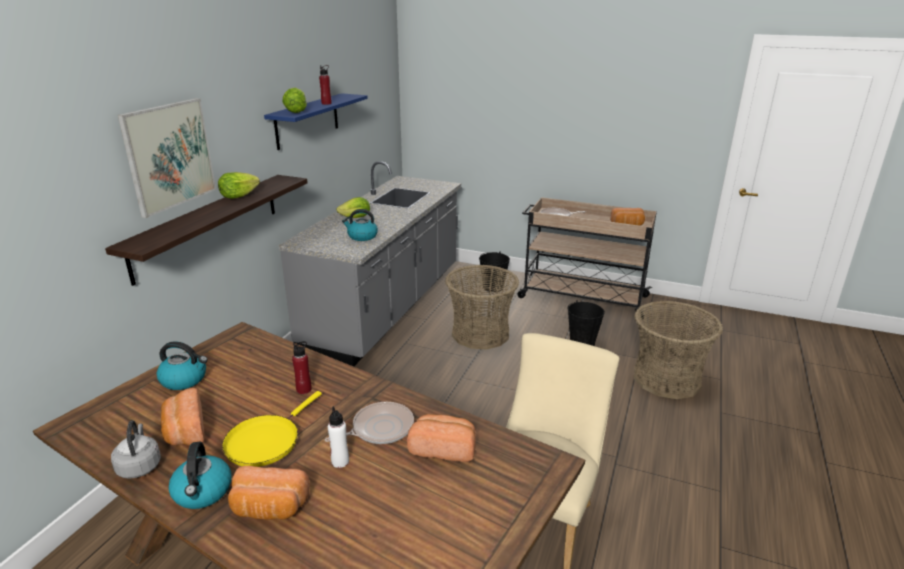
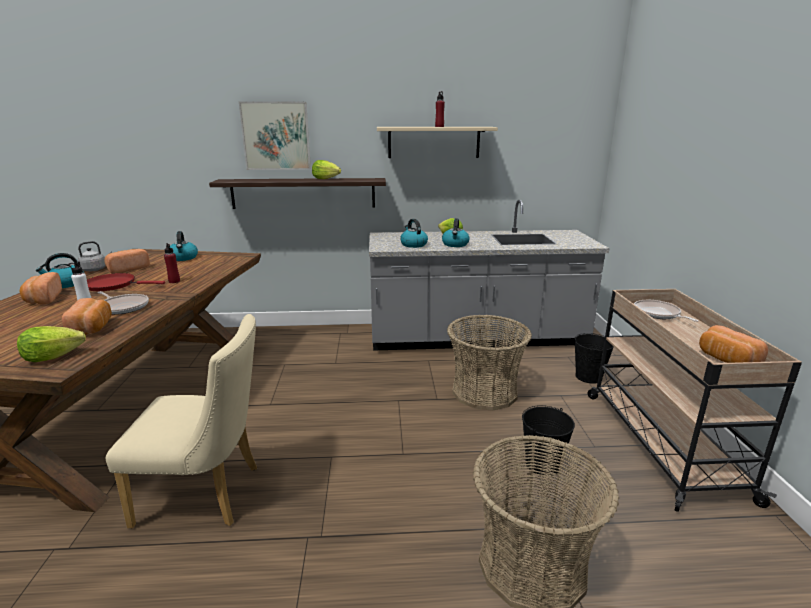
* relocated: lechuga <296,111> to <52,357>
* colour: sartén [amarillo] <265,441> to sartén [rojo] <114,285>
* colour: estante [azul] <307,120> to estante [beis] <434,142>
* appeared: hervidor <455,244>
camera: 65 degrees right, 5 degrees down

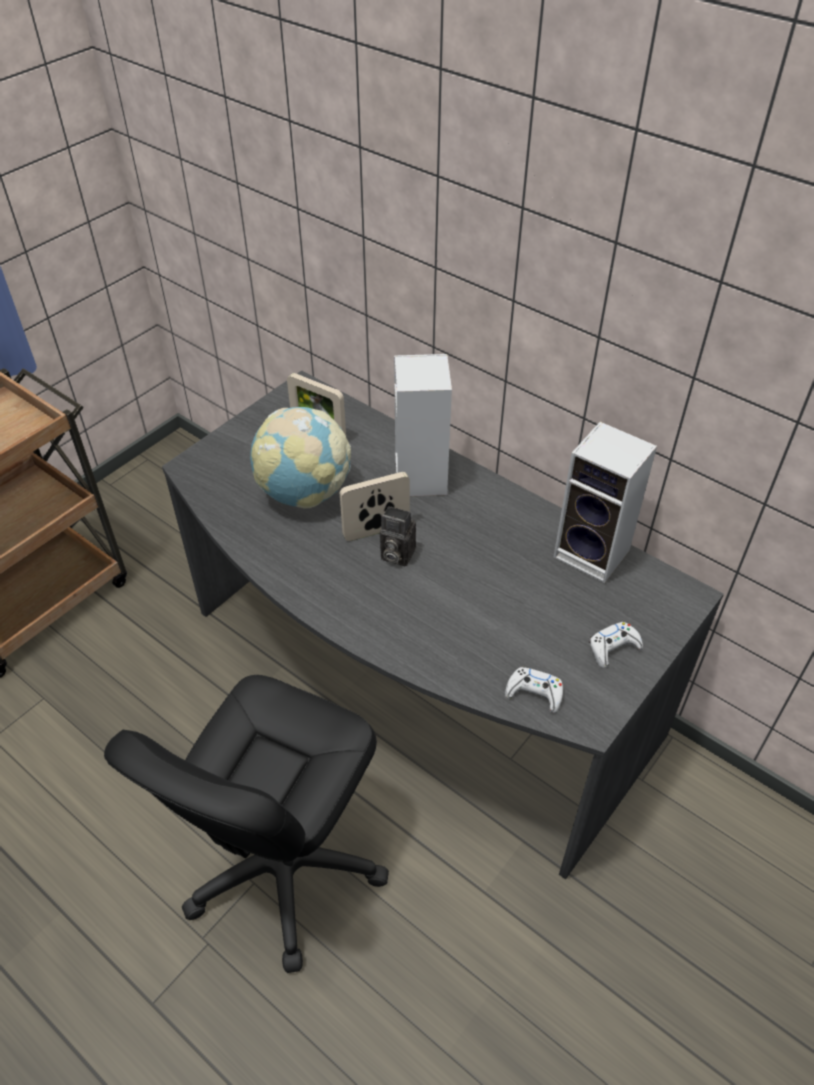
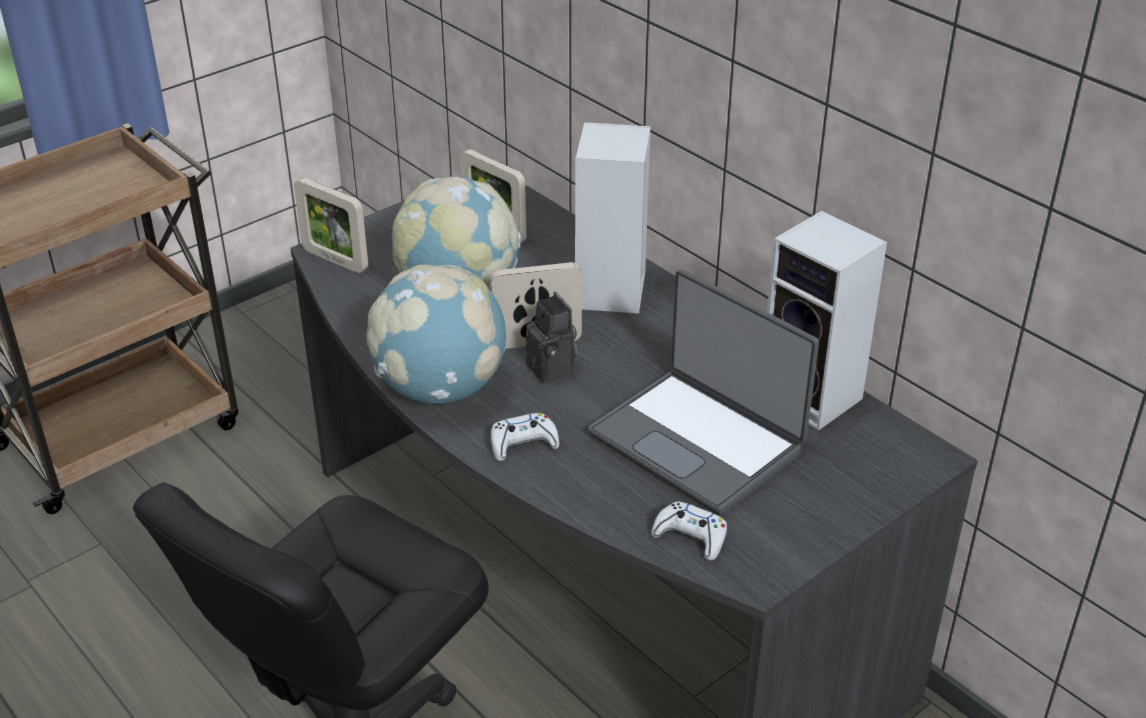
* appeared: portarretratos <335,260>
* appeared: globo terráqueo <441,389>
* relocated: mando de consola [blanco] <613,648> to <523,444>
* spun: cámara <395,554> = <554,370> 150 degrees counterclockwise
* appeared: portátil <698,441>
camera: 10 degrees right, 10 degrees down

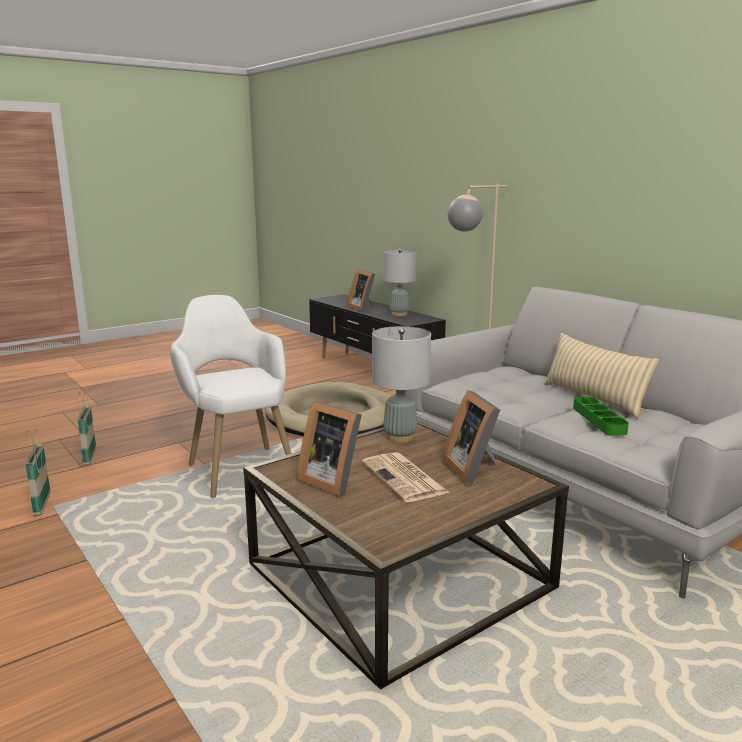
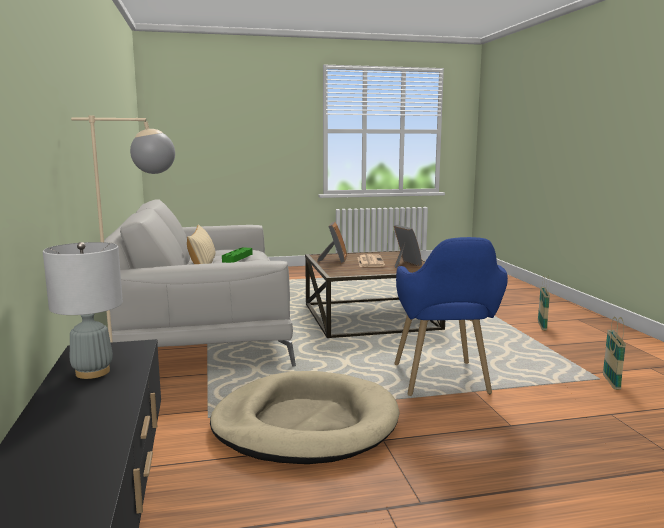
* colour: sillón [blanco] <237,466> to sillón [azul] <443,384>
* relocated: cesta <90,457> to <542,326>
* missing: portarretratos <363,308>
* missing: lámpara de mesa [gris] <400,437>
camera: 155 degrees left, 5 degrees down

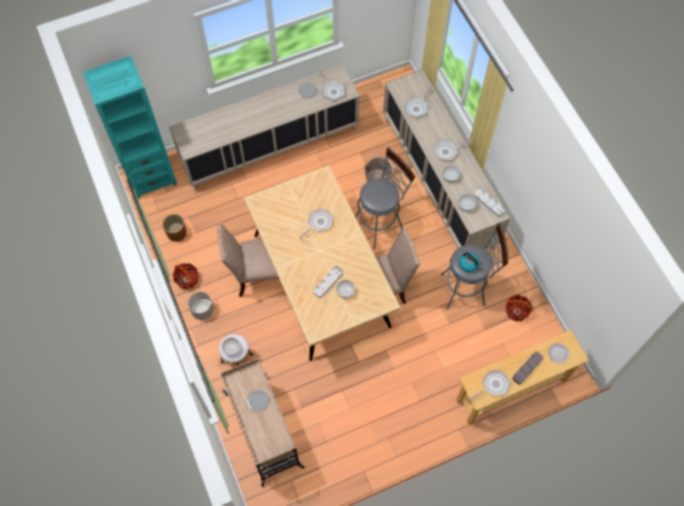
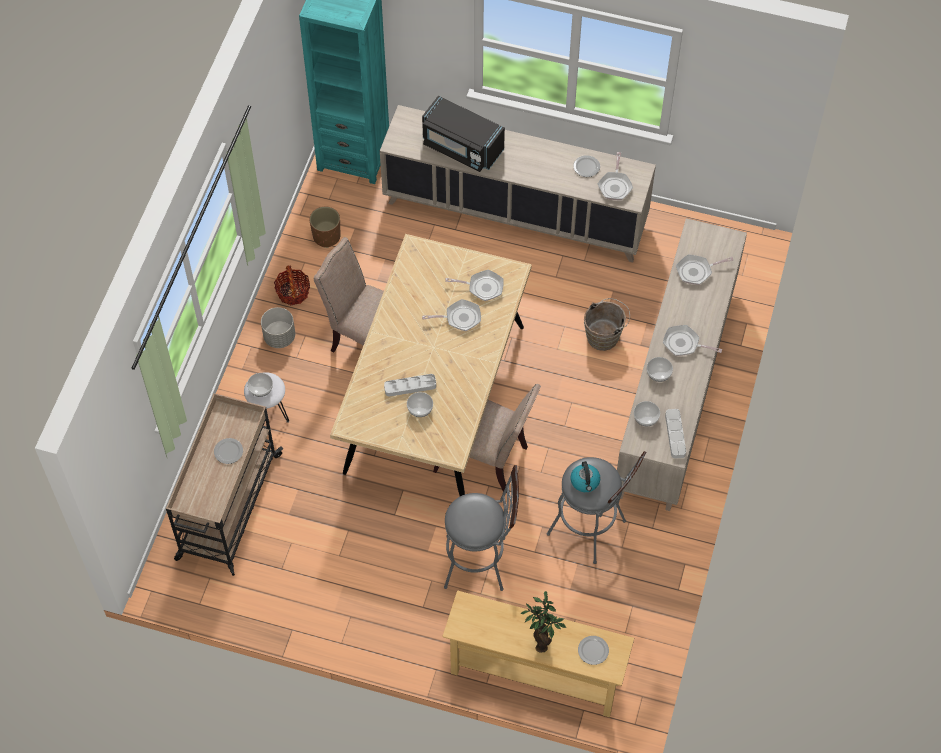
* appeared: microondas [negro] <462,147>
* relocated: taburete [gris] <380,223> to <481,562>
* relocated: sartén <493,385> to <482,287>
* exchanged: bandeja [gris] <527,368> to planta en maceta <542,638>
* missing: cesta <516,311>
camera: 40 degrees right, 5 degrees down

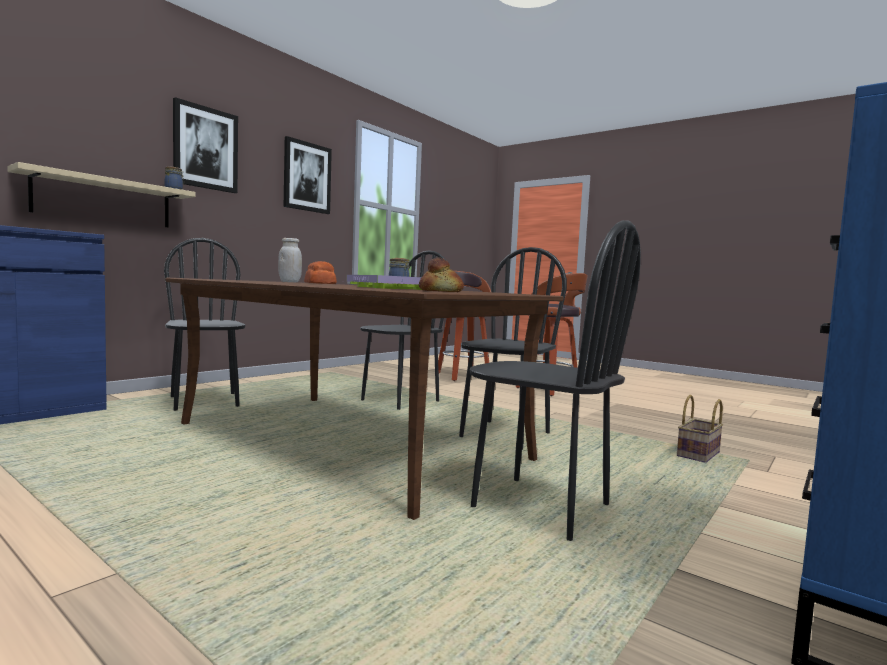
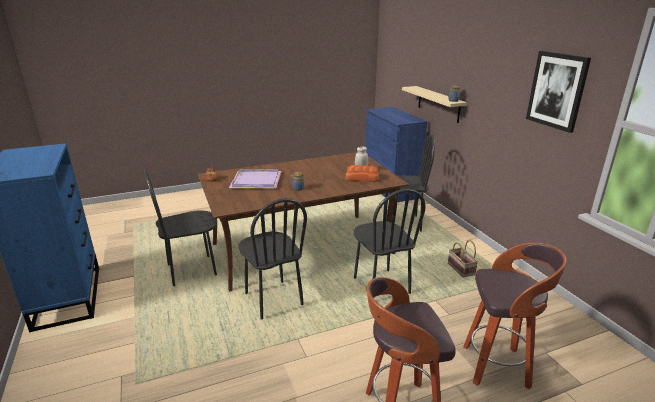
* relocated: cesta <699,455> to <460,269>
* missing: cuadro <205,148>
camera: 120 degrees right, 20 degrees up

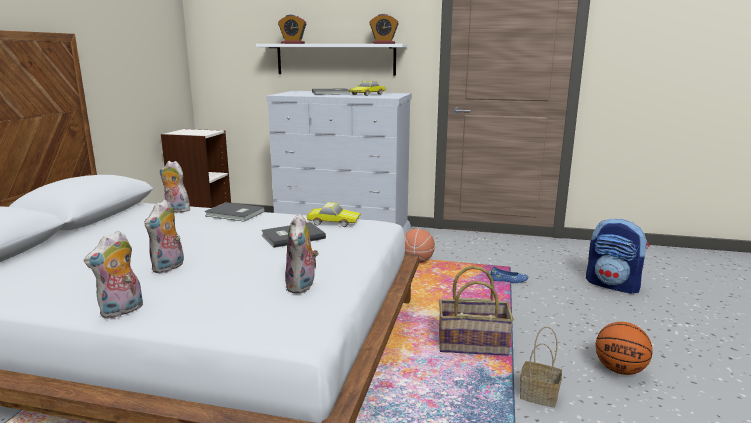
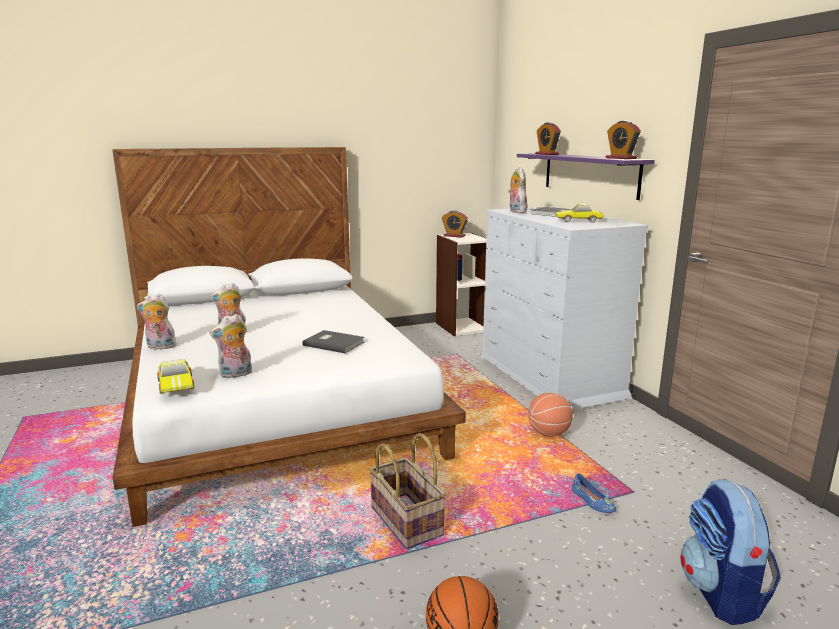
* relocated: coche de juguete <333,222> to <177,384>
* appeared: despertador <454,236>
* relocated: peluche <176,210> to <516,211>
* colour: estante [blanco] <335,59> to estante [morado] <589,174>
* missing: libro [gris] <235,214>
* missing: cesta <540,395>
camera: 55 degrees right, 0 degrees up

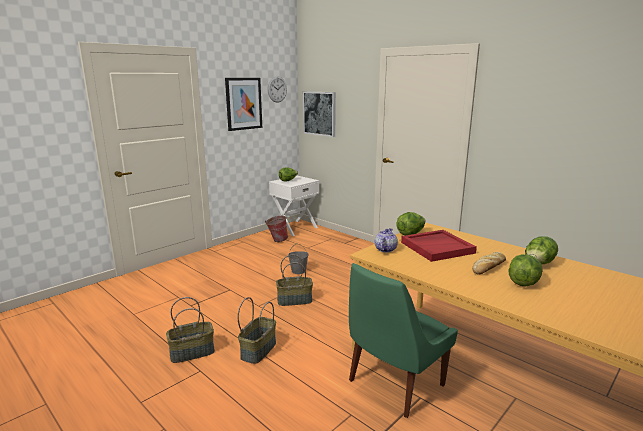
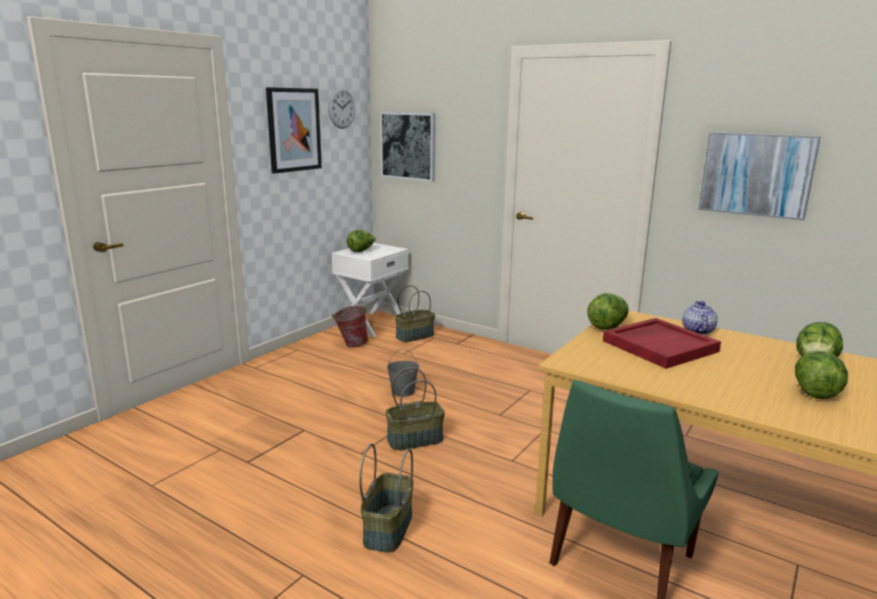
* relocated: cesta <192,352> to <415,336>
* relocated: tetera <385,249> to <697,331>
* appeared: cuadro <756,174>
* missing: pan <488,267>
camera: 10 degrees left, 0 degrees up

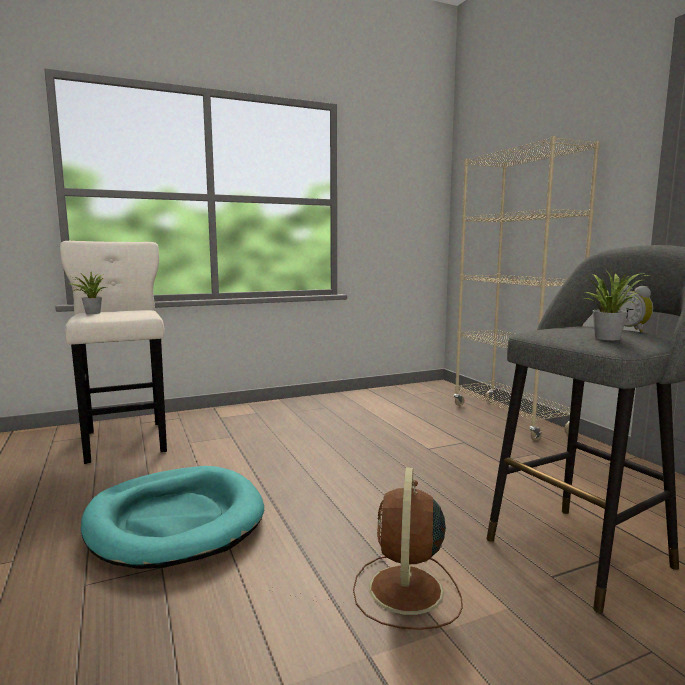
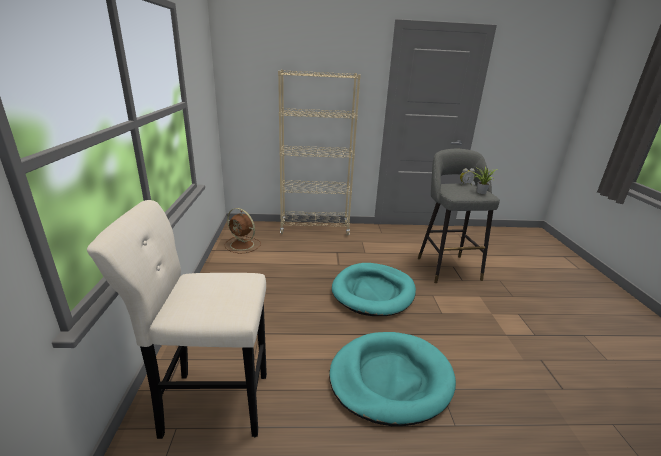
* relocated: ventilador [marrón] <405,591> to <243,245>
* appeared: cama para perro [turquesa] <373,292>
* missing: planta en maceta <91,313>
camera: 70 degrees left, 15 degrees up

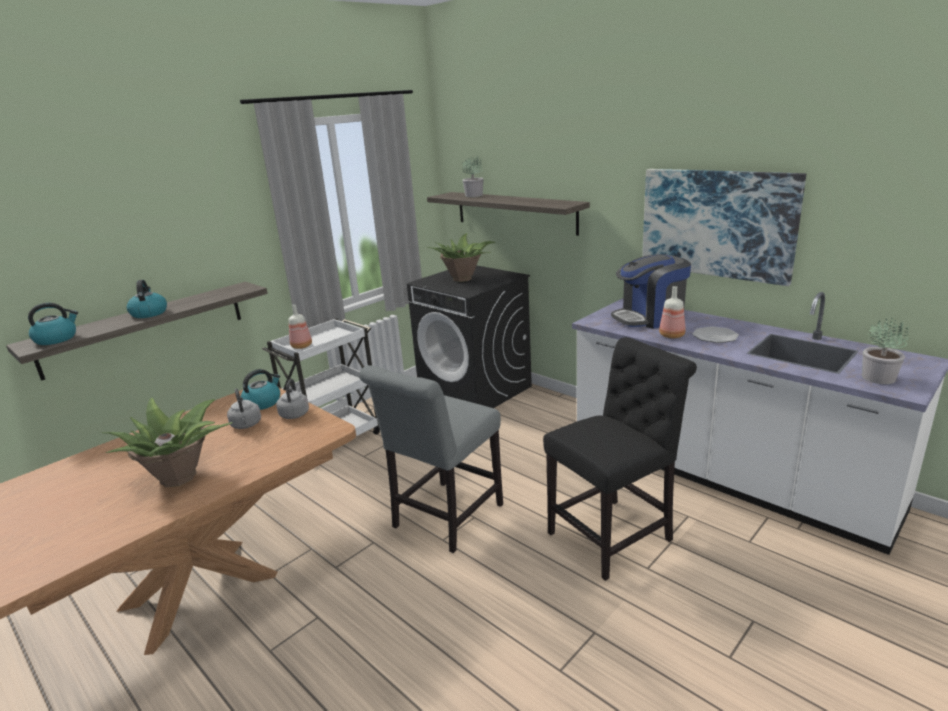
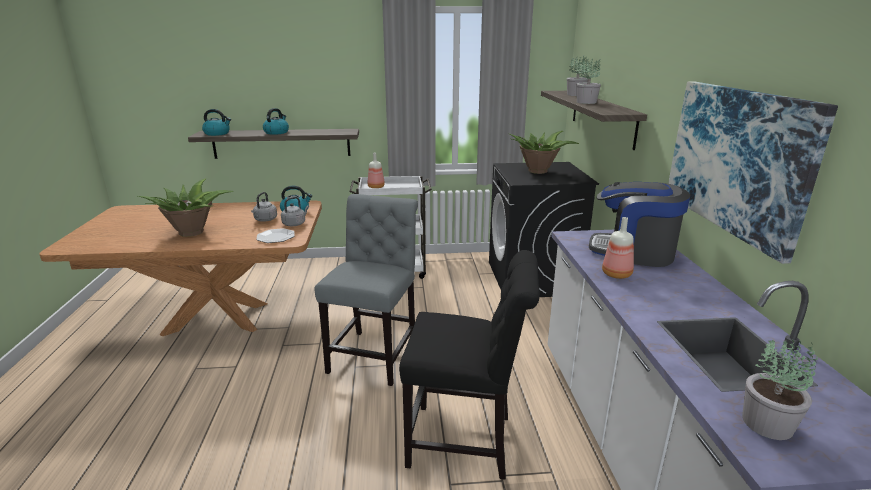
* relocated: plato <715,336> to <276,237>
* spun: silla [gris] <444,519> = <375,354> 120 degrees clockwise
* appeared: planta en maceta <586,102>
camera: 40 degrees right, 0 degrees up

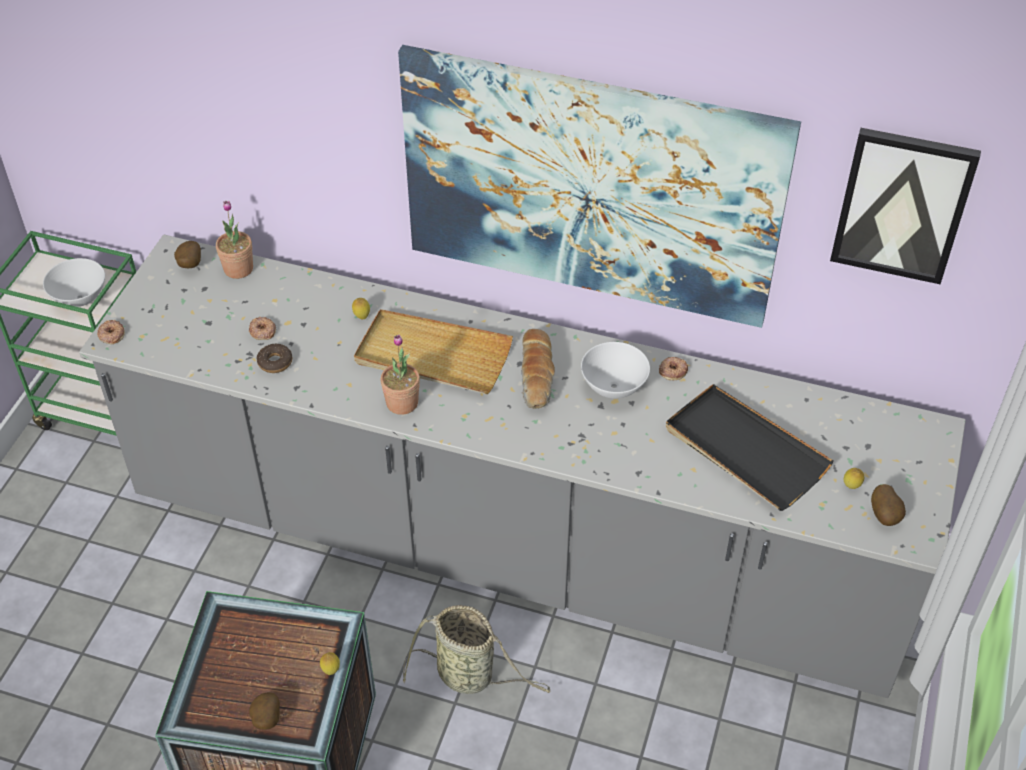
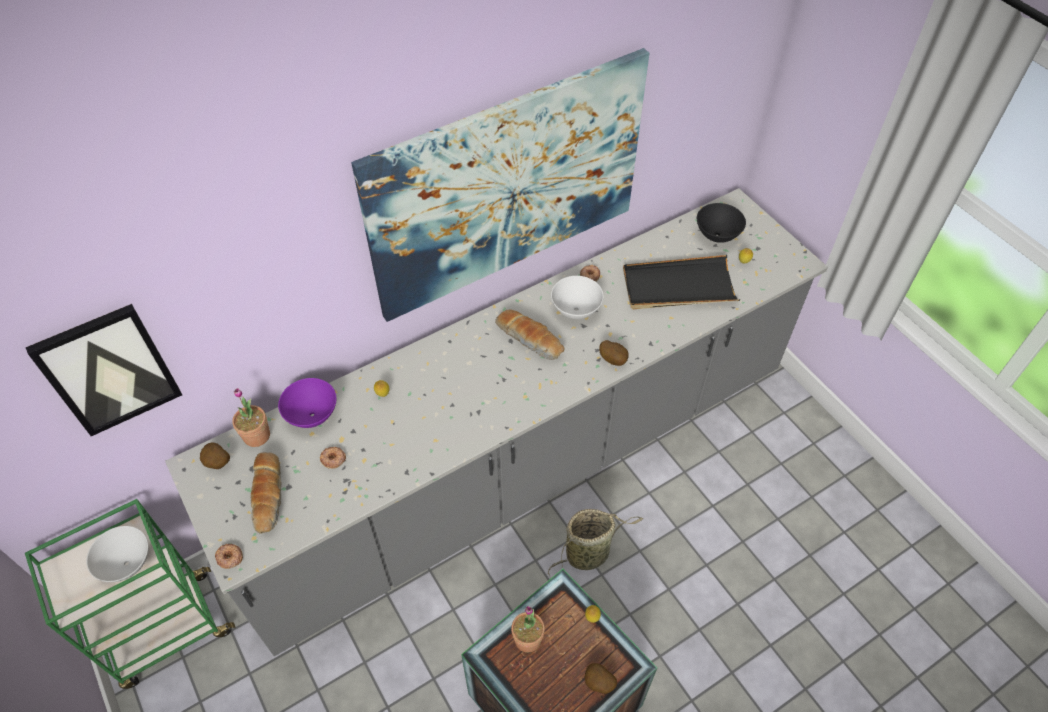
* relocated: cuadro <902,205> to <109,370>
* appeared: pan <269,496>
* appeared: cuenco [morado] <312,415>
* relocated: planta en maceta <402,403> to <527,639>
* relocated: patata <885,515> to <613,359>
* appeared: cuenco [negro] <717,236>
* missing: rosquilla <275,362>
* missing: bandeja [beis] <432,356>
camera: 50 degrees left, 5 degrees up

